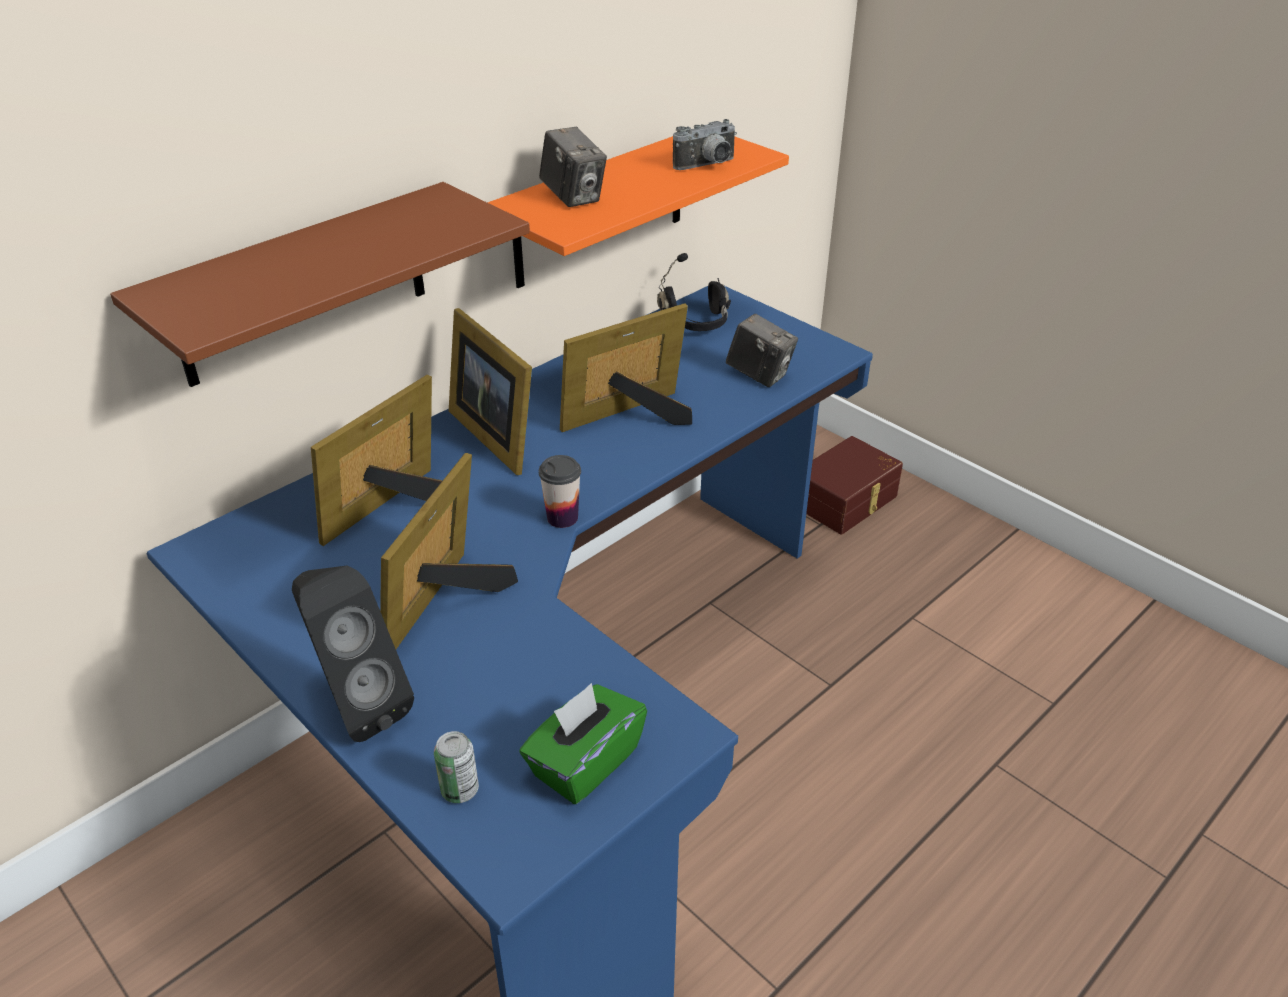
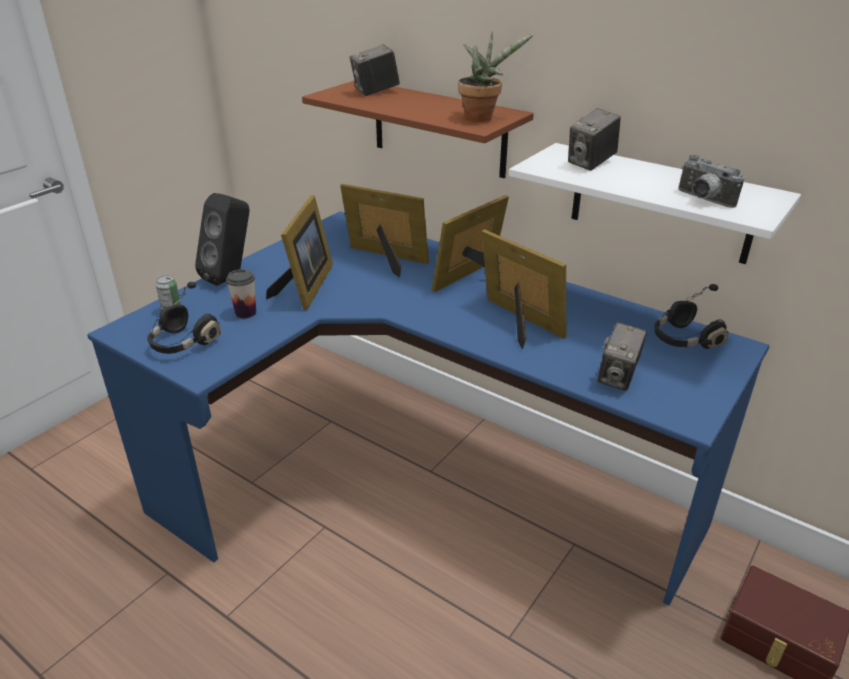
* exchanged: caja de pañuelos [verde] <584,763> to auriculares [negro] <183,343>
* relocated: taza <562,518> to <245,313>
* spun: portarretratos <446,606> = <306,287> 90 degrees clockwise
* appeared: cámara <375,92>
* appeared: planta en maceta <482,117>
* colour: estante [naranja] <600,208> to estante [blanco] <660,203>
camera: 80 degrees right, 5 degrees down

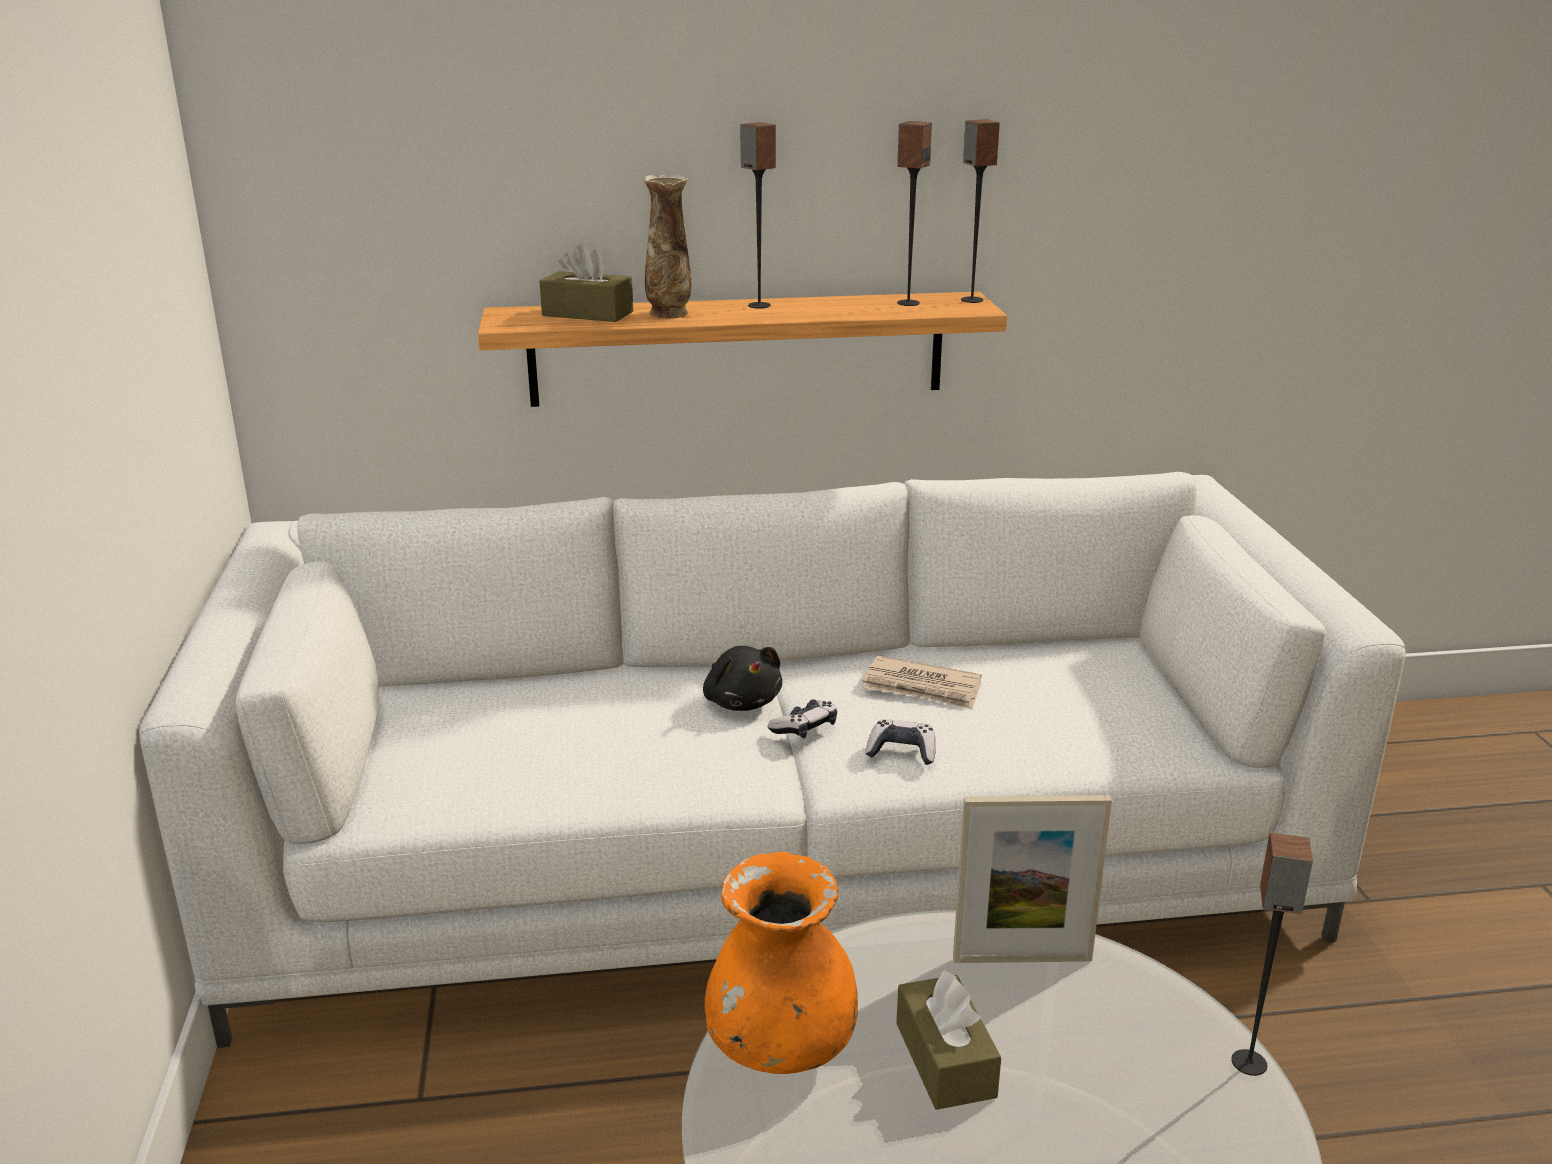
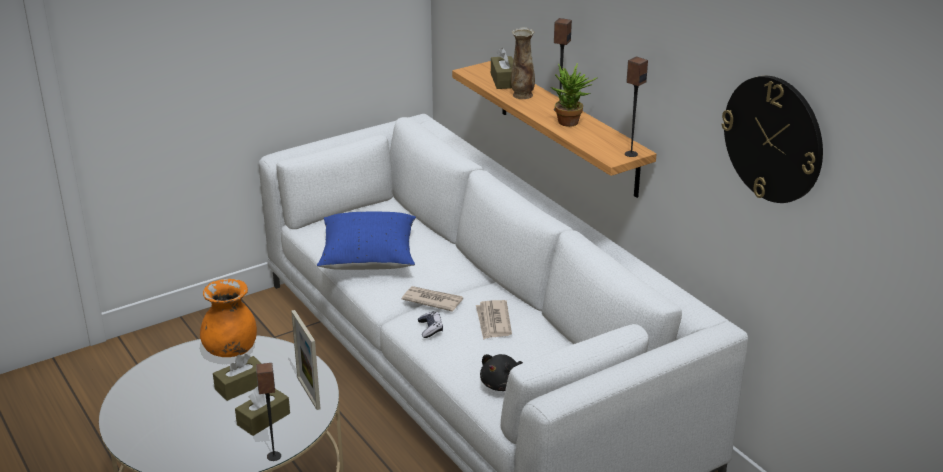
* appeared: caja de pañuelos [marrón] <263,419>
* appeared: cojín [azul] <368,258>
* exchanged: mando de consola <804,728> to periódico <432,300>
* relocated: peluche [negro] <741,701> to <503,384>
* appeared: planta en maceta <571,124>
* appeared: reloj de pared <773,139>
* missing: altavoz <907,303>
camera: 65 degrees right, 5 degrees up

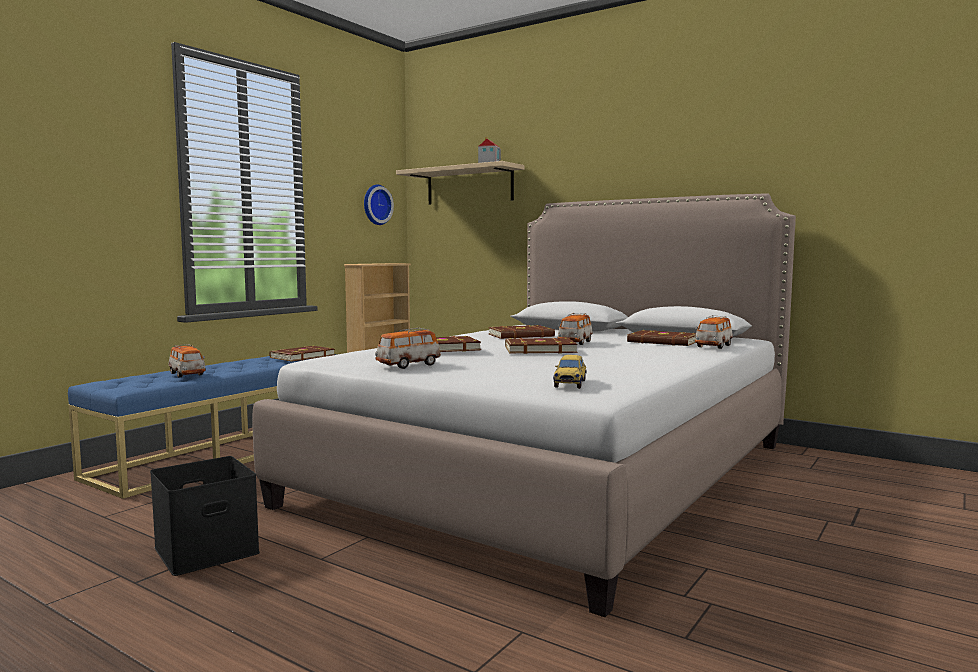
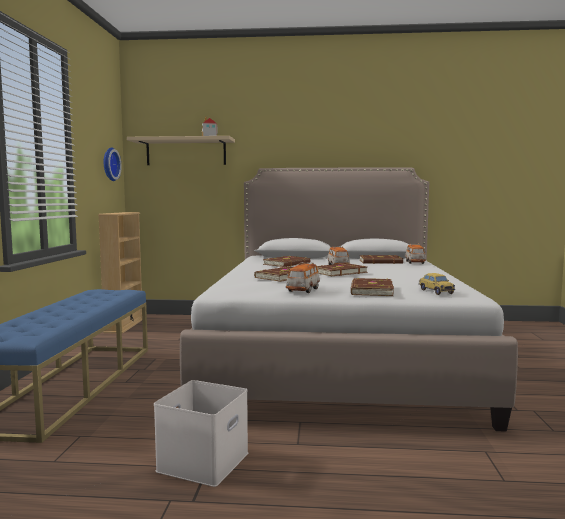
* colour: caja de almacenaje [negro] <208,549> to caja de almacenaje [blanco] <203,461>
* relocated: libro [marrón] <301,356> to <370,290>
* missing: coche de juguete <187,374>
camera: 30 degrees left, 0 degrees up

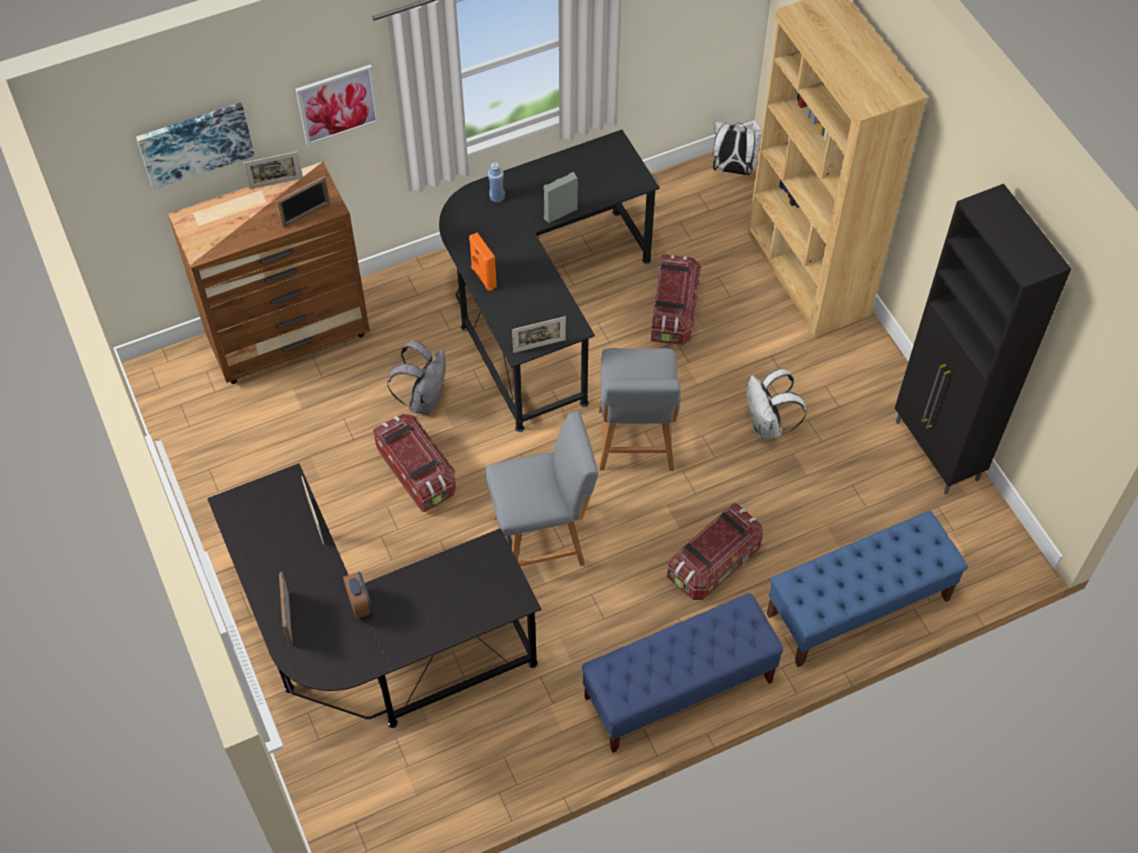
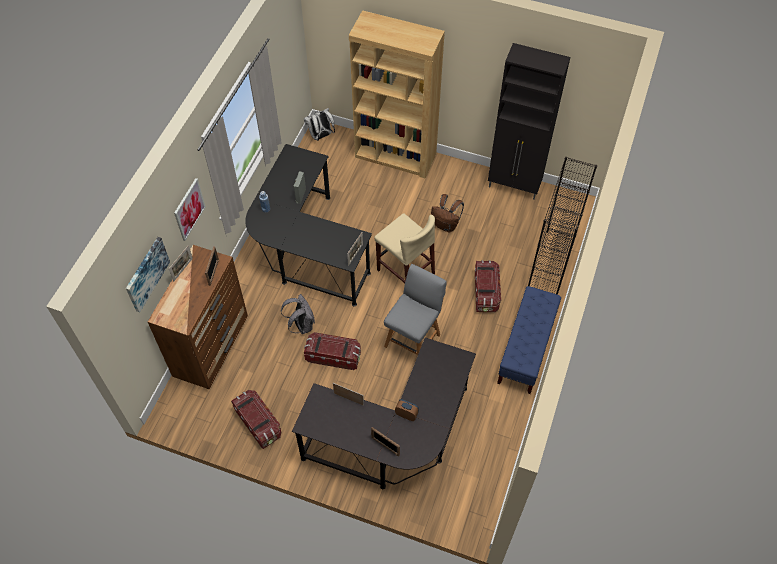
* relocated: caja de almacenaje <673,311> to <258,423>
* exchanged: silla [gris] <635,443> to taburete [beis] <405,272>
* colour: mochila [blanco] <767,426> to mochila [marrón] <446,225>
* exchanged: banco [azul] <857,607> to estantería [negro] <551,265>
* missing: altavoz [naranja] <483,277>
camera: 45 degrees left, 0 degrees up

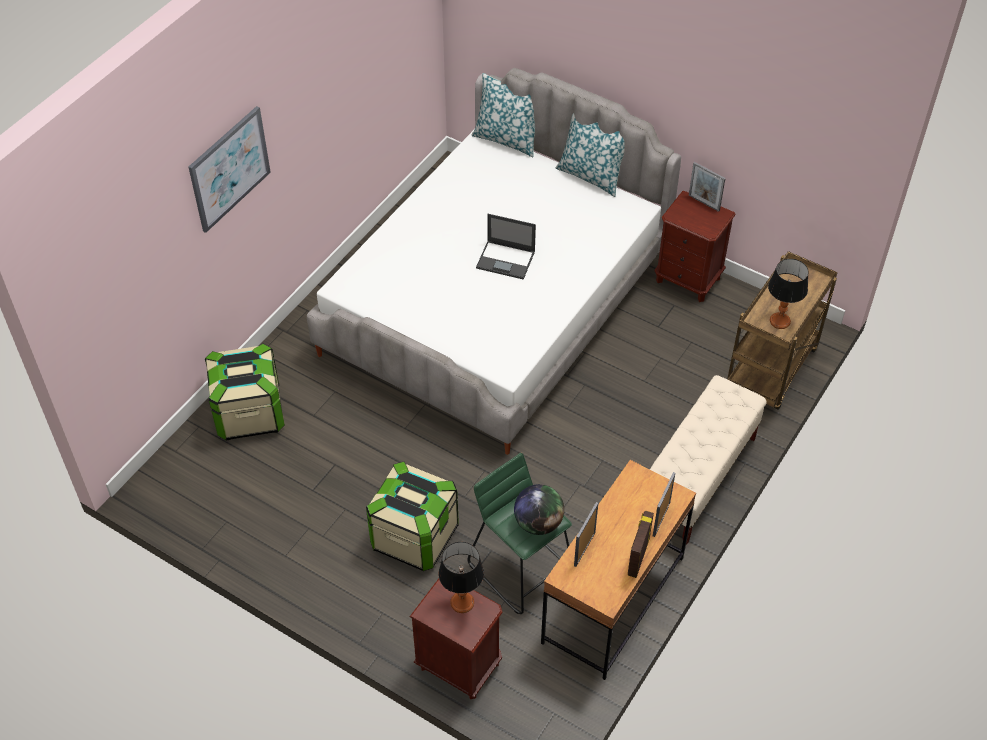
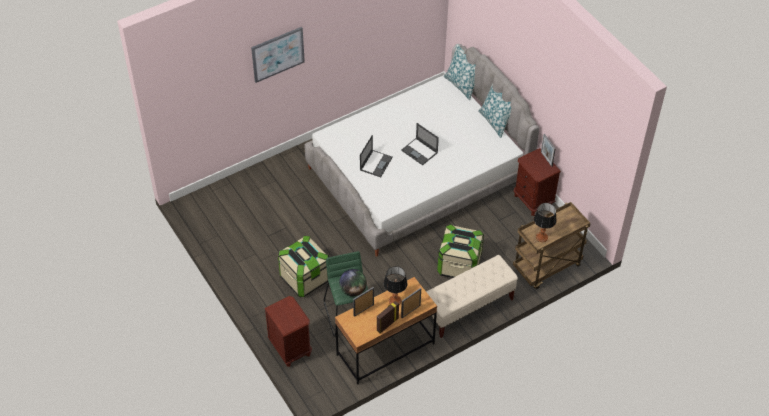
* appeared: portátil <376,163>
* relocated: lámpara de mesa <462,602> to <394,301>
* relocated: caja de almacenaje <249,414> to <459,265>
camera: 25 degrees right, 0 degrees up

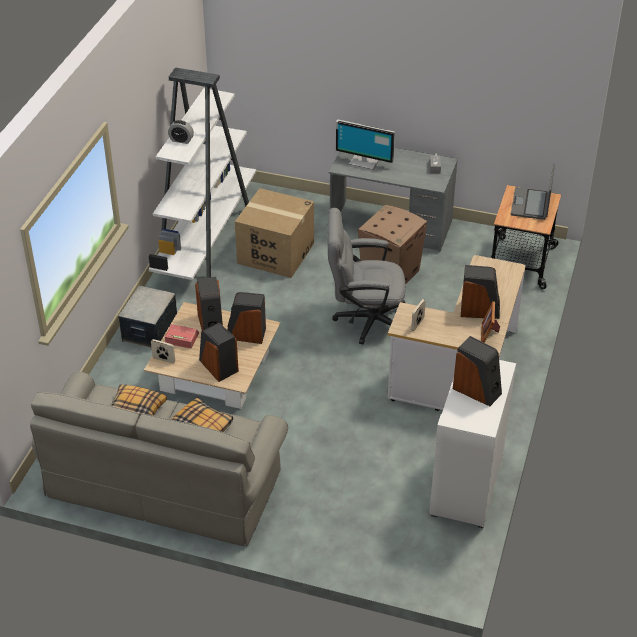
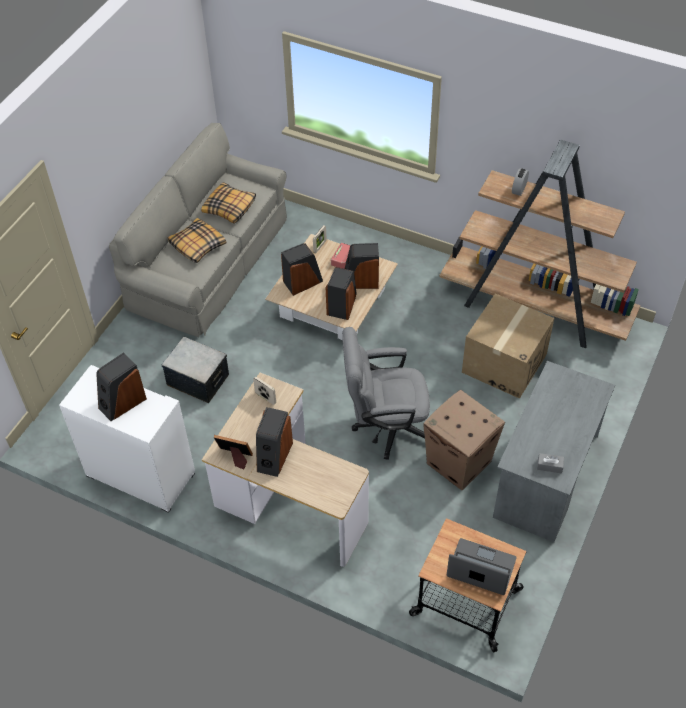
* relocated: caja de almacenaje <149,329> to <198,379>
* spun: silla de oficina [gris] <364,320> = <385,426> 105 degrees counterclockwise
* colour: estantería [blanco] <206,237> to estantería [marrón] <535,308>
* missing: monitor <364,162>
camera: 100 degrees right, 10 degrees up

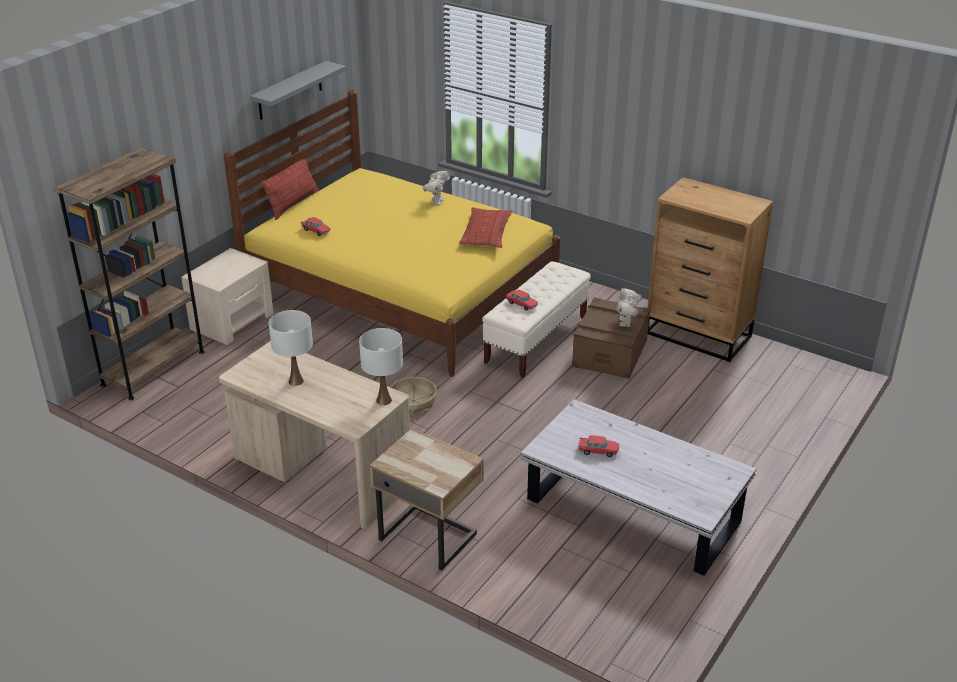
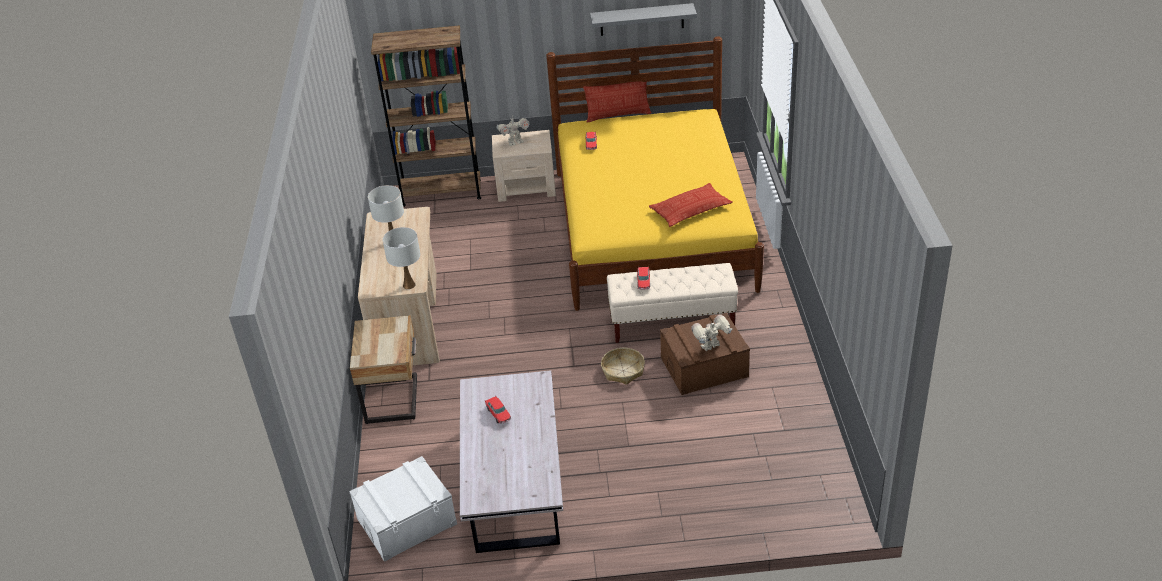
* appeared: caja de almacenaje [blanco] <407,521>
* relocated: robot de juguete <437,201> to <515,142>
* relocated: cesta <413,401> to <623,371>
* missing: cómoda [marrón] <698,335>
camera: 55 degrees right, 5 degrees up

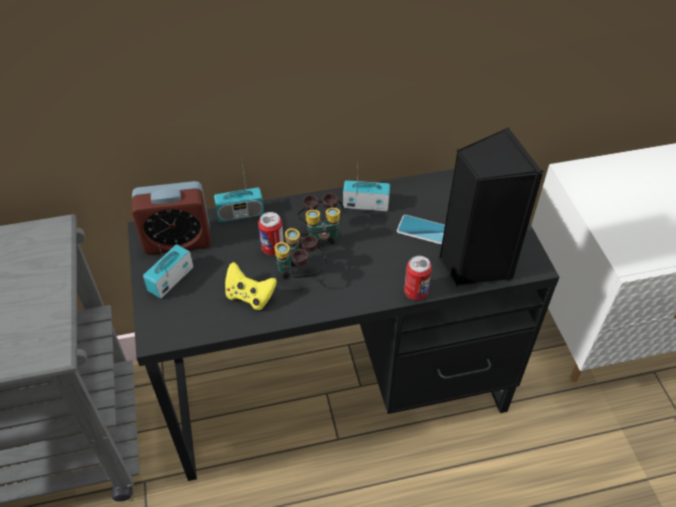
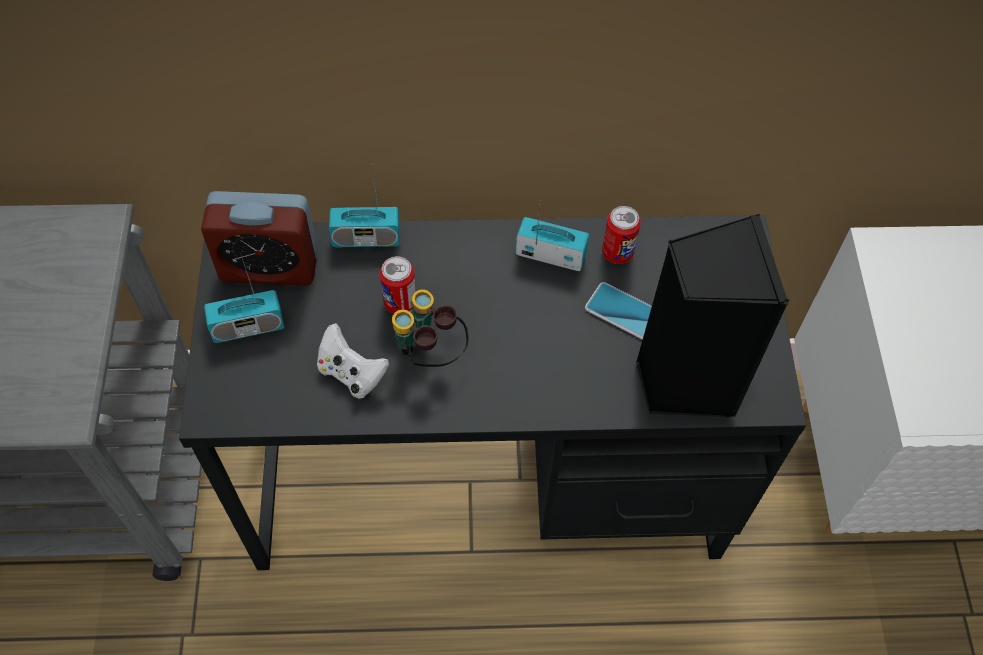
* spun: radio <171,279> = <248,327> 150 degrees counterclockwise
* colour: mando de consola [amarillo] <250,296> to mando de consola [blanco] <351,373>
* relocated: lata <416,292> to <617,252>
* missing: prismáticos <322,234>
camera: 10 degrees right, 10 degrees up

